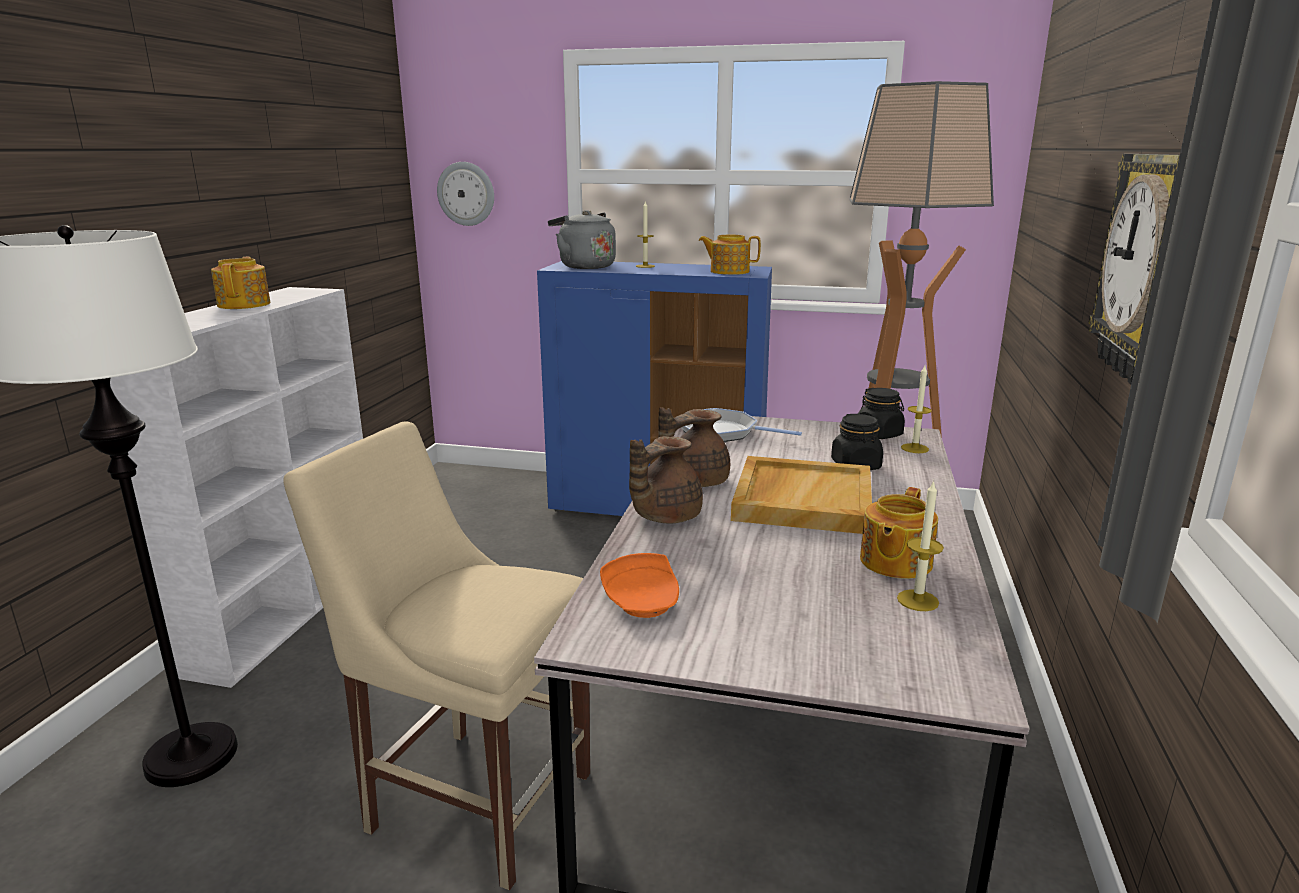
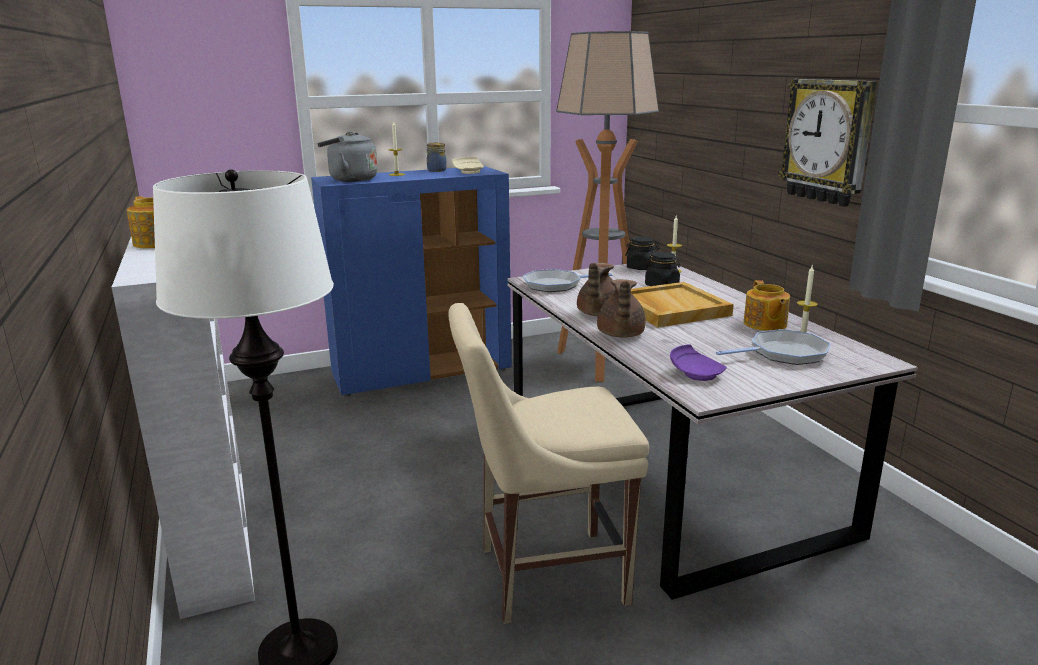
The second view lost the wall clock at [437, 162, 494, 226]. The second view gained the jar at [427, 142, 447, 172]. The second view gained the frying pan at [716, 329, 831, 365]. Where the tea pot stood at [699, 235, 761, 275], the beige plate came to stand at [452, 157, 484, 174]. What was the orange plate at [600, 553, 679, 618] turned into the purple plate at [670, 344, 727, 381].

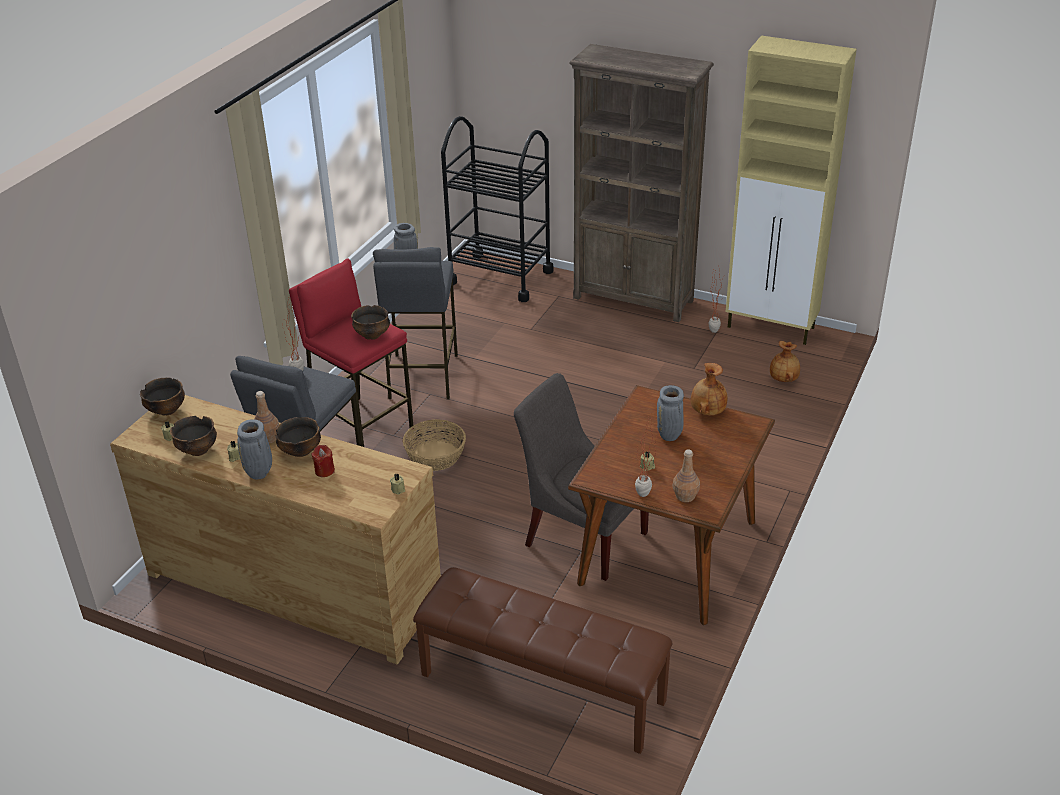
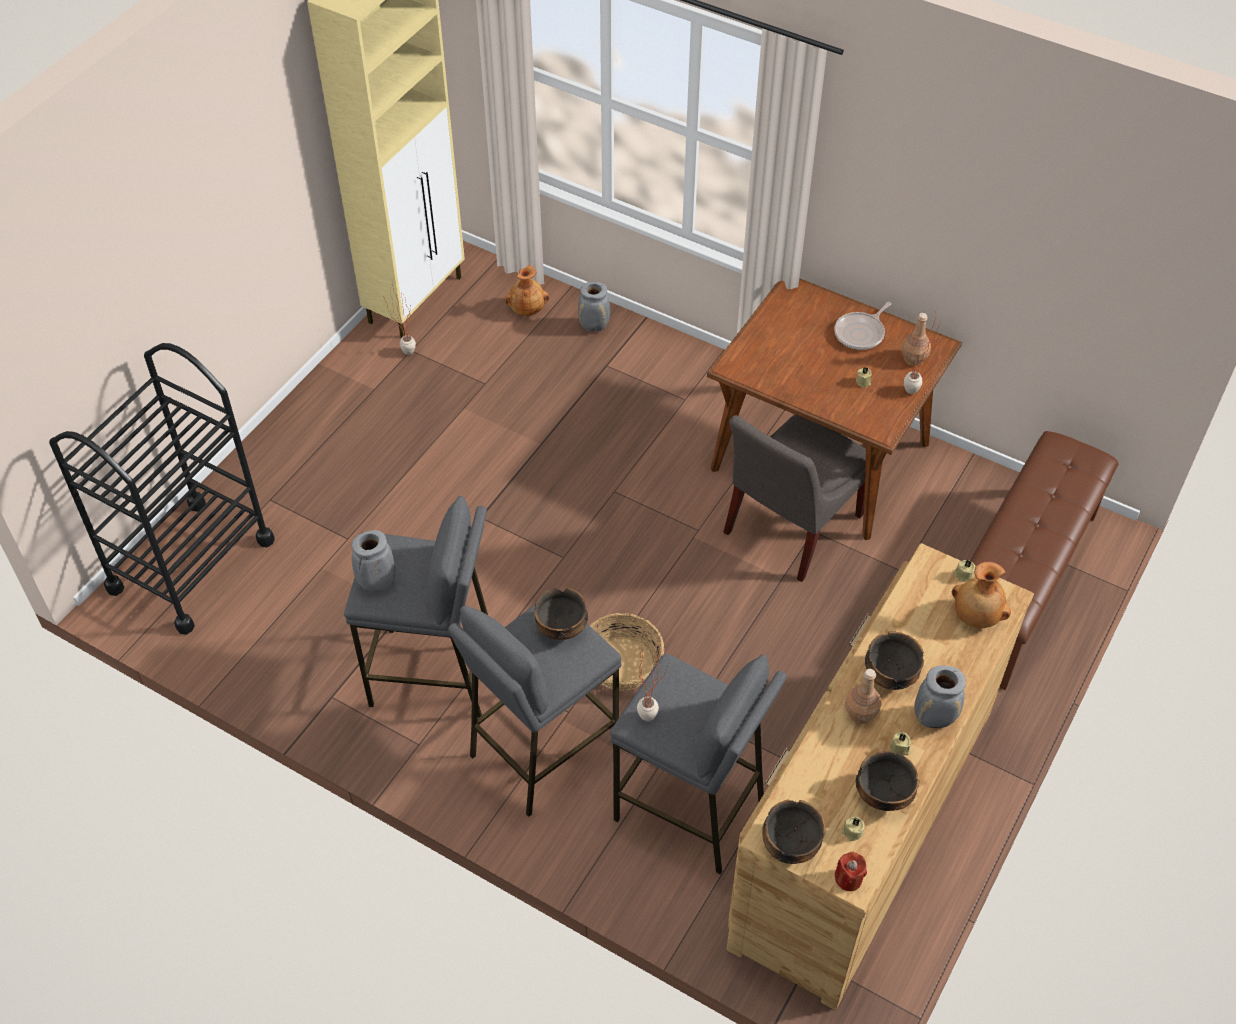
The second view lost the brown-coloured bookcase at [569, 44, 714, 322]. The second view gained the frying pan at [834, 302, 892, 350]. The red wax light ended up elsewhere, having gone from [312, 445, 335, 477] to [835, 852, 867, 891]. The grey decorative vase ended up elsewhere, having gone from [657, 385, 684, 441] to [578, 282, 610, 332]. The brown-coloured decorative vase ended up elsewhere, having gone from [691, 363, 727, 415] to [952, 562, 1011, 628]. What was the red stool seat at [289, 258, 414, 447] turned into the grey stool seat at [448, 605, 622, 817].

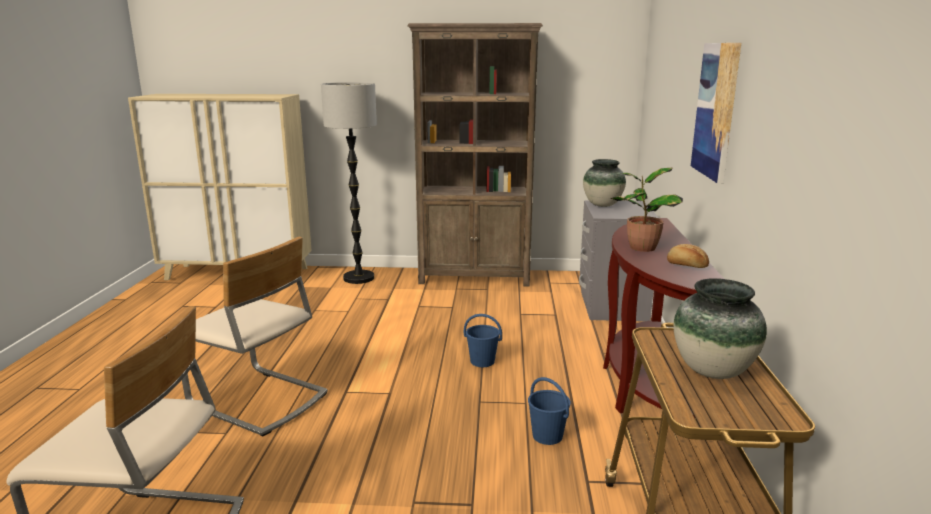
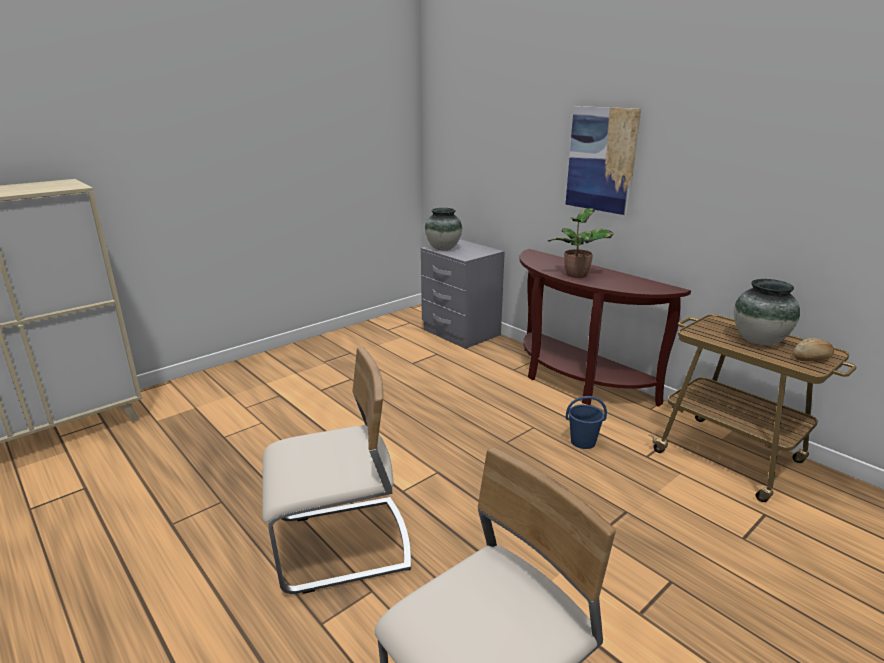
The second view lost the floor lamp at [321, 82, 377, 284]. The second view lost the brown-coloured bookcase at [408, 23, 543, 287]. The second view lost the blue-coloured water bucket at [464, 314, 502, 367]. The bakery bread ended up elsewhere, having gone from [667, 244, 709, 268] to [793, 338, 834, 361].

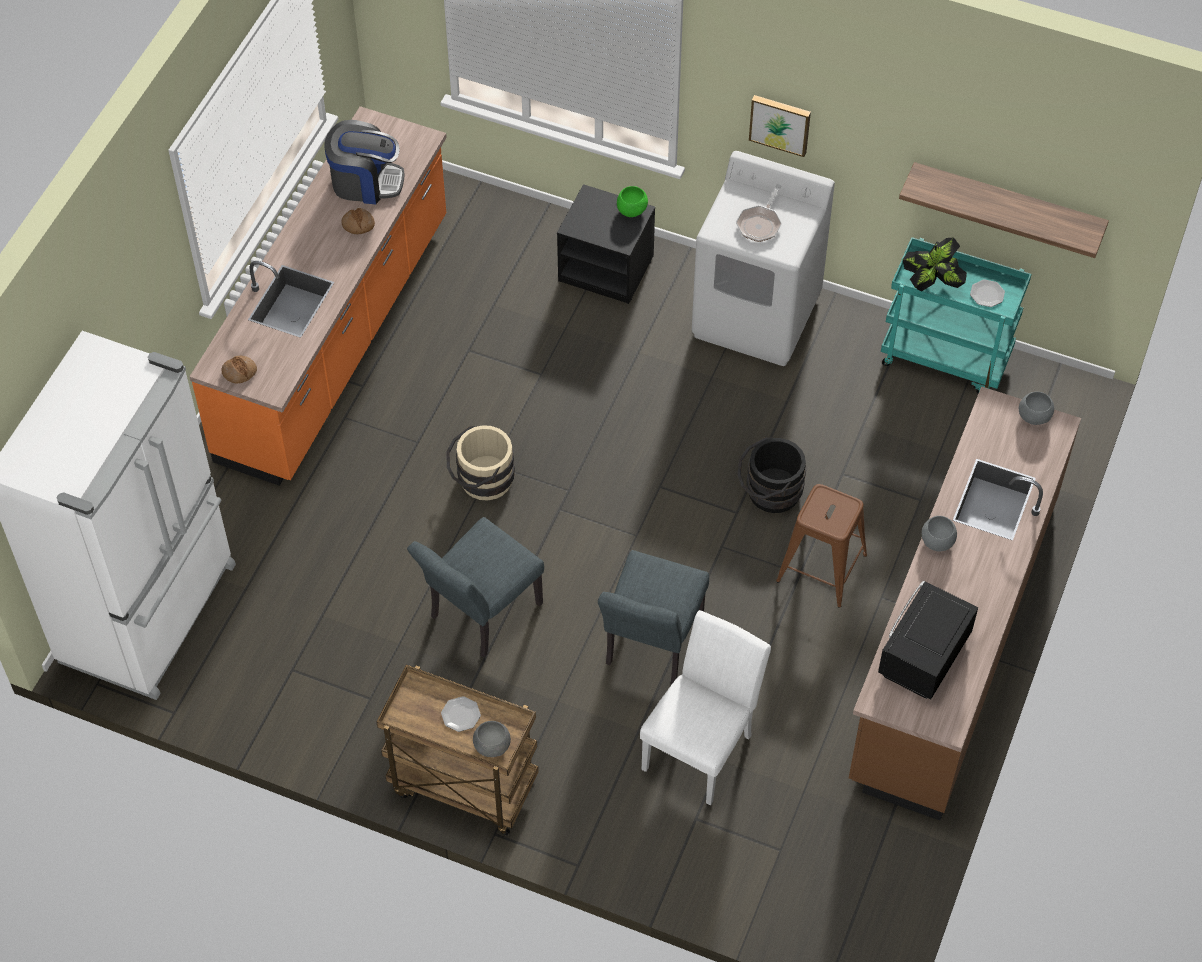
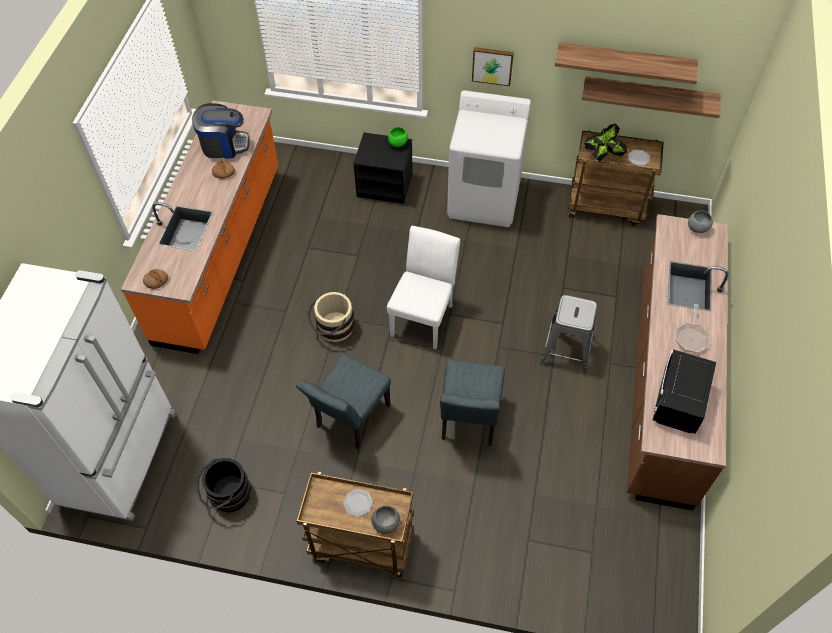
The second view lost the grey deep dish at [922, 516, 957, 551]. The second view gained the shelf at [555, 42, 698, 84]. The white-coloured chair ended up elsewhere, having gone from [640, 610, 771, 806] to [387, 226, 460, 349]. The frying pan ended up elsewhere, having gone from [736, 184, 782, 242] to [675, 304, 710, 353]. The blackish water bucket ended up elsewhere, having gone from [738, 437, 806, 513] to [196, 458, 251, 512]. What was the brown-coloured stool seat at [776, 484, 867, 608] turned into the grey stool seat at [540, 295, 597, 375]. What was the blue-green wheeled cart at [881, 237, 1031, 394] turned into the brown-coloured wheeled cart at [568, 130, 664, 226].

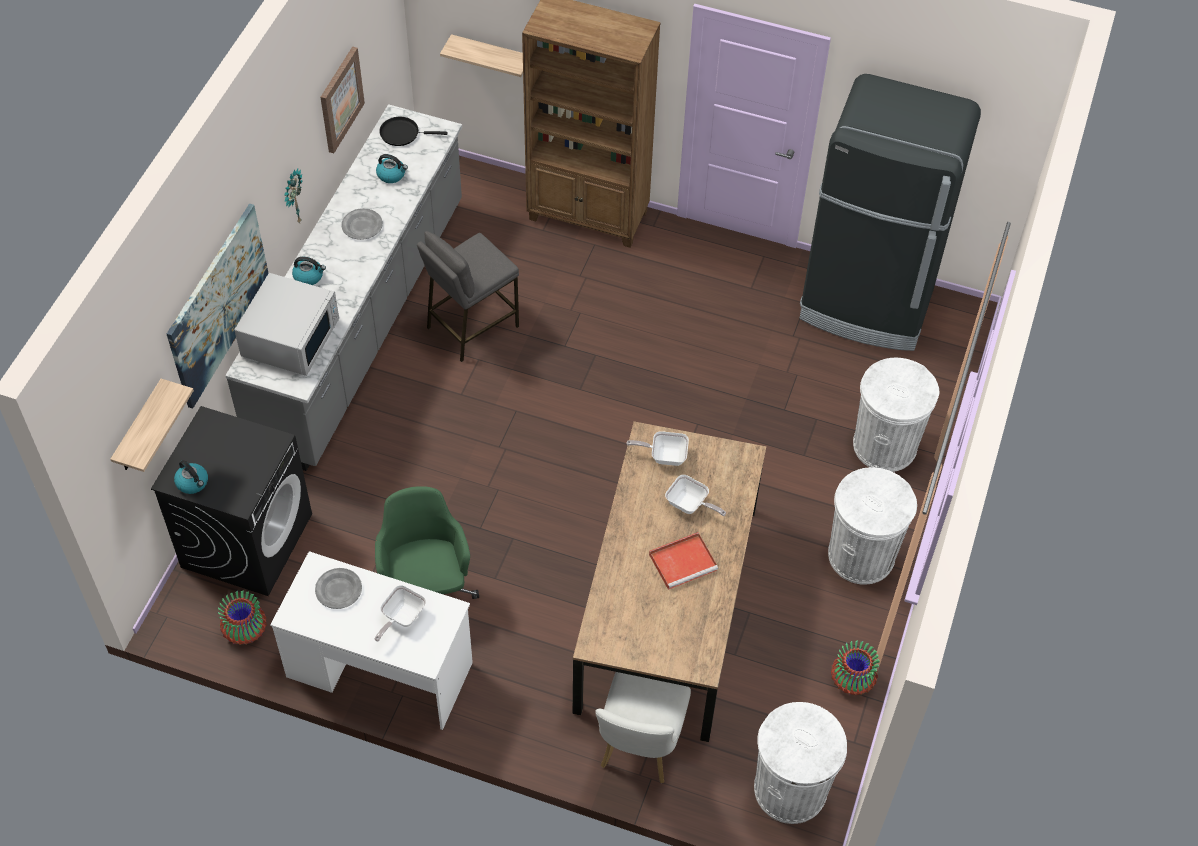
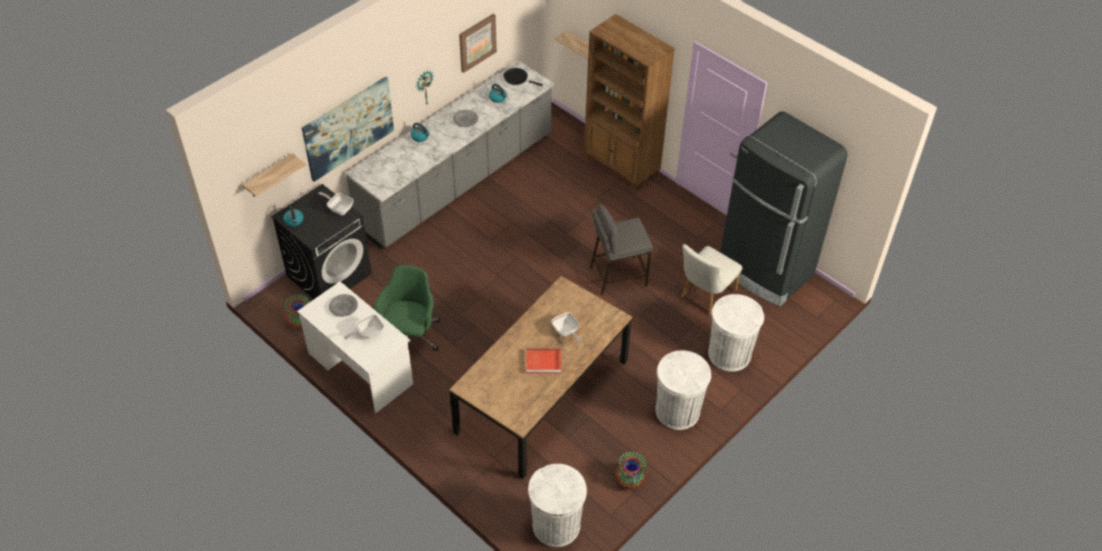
The second view lost the white-coloured kitchen microwave at [234, 273, 339, 376]. The grey stool seat ended up elsewhere, having gone from [417, 231, 519, 362] to [590, 204, 653, 295]. The white-coloured chair ended up elsewhere, having gone from [595, 672, 691, 783] to [681, 244, 743, 315]. The frying pan ended up elsewhere, having gone from [627, 431, 689, 466] to [318, 192, 354, 215].

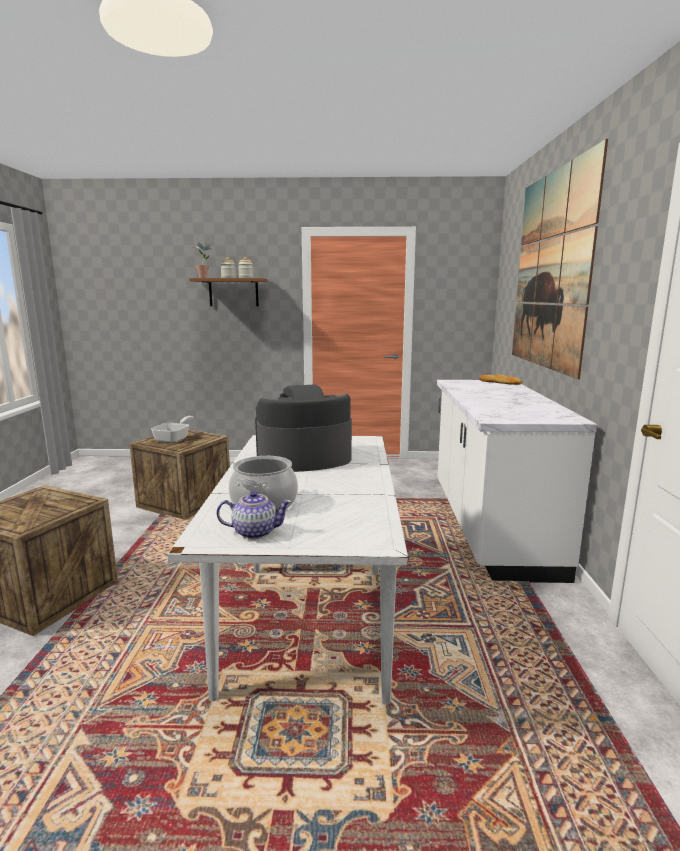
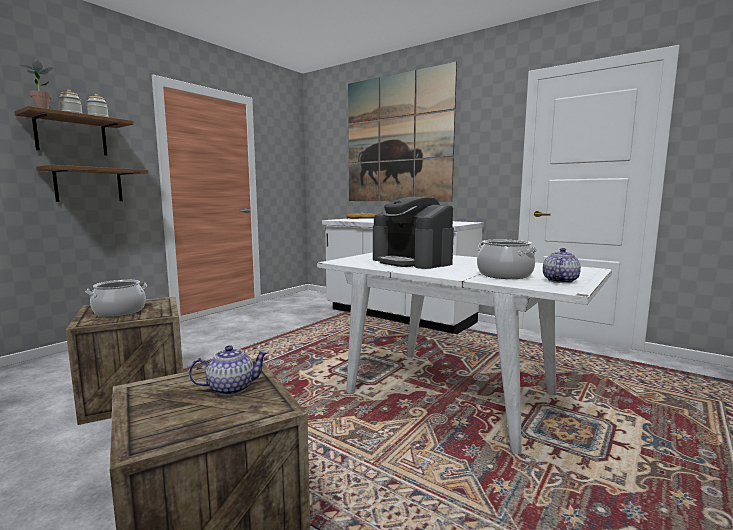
The second view gained the brown-coloured shelf at [36, 165, 148, 202]. The second view gained the tea pot at [189, 345, 269, 396]. Where the frying pan stood at [151, 416, 194, 443], the cooking pot came to stand at [86, 280, 147, 317]. The coffee machine at [255, 385, 352, 472] ended up facing another way, 60 degrees counterclockwise from before.

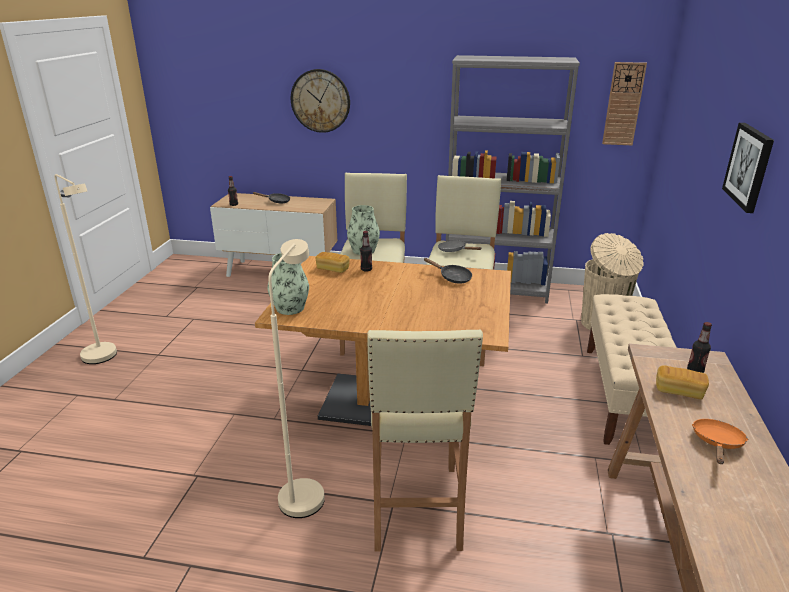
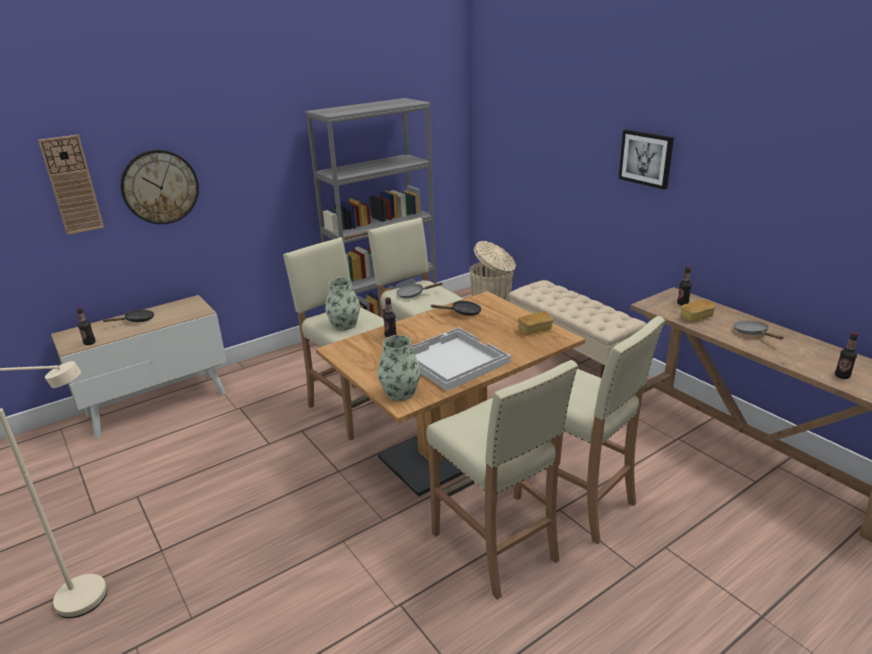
The second view gained the white-coloured tray at [412, 327, 511, 391]. The second view gained the drink bottle at [835, 332, 858, 379]. The bakery bread ended up elsewhere, having gone from [315, 252, 350, 273] to [518, 311, 553, 335]. The wall clock ended up elsewhere, having gone from [602, 62, 647, 145] to [38, 135, 104, 235]. Where the beige floor lamp stood at [269, 239, 325, 518], the beige stool seat came to stand at [426, 360, 578, 600]. What was the orange frying pan at [692, 419, 748, 464] turned into the grey frying pan at [733, 321, 783, 339].

